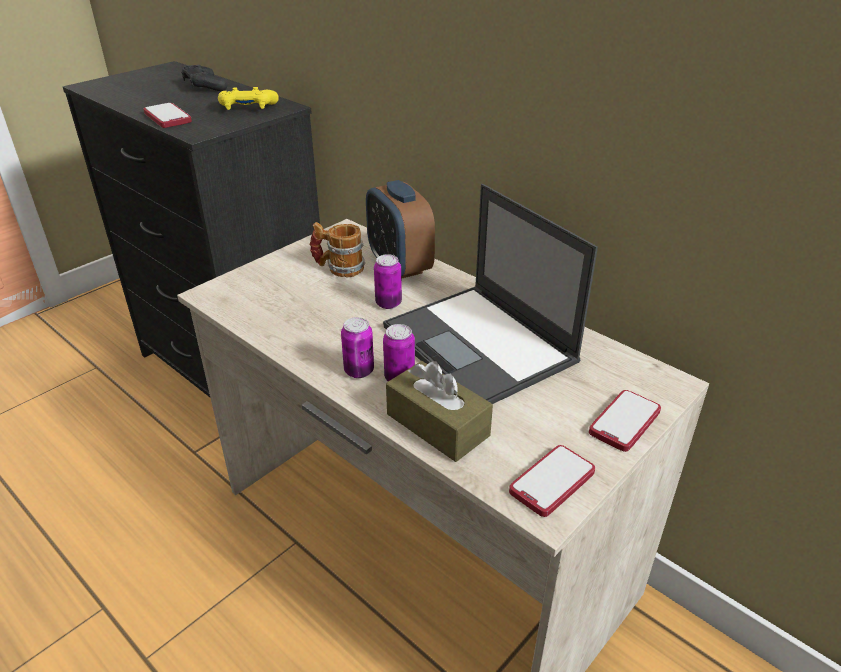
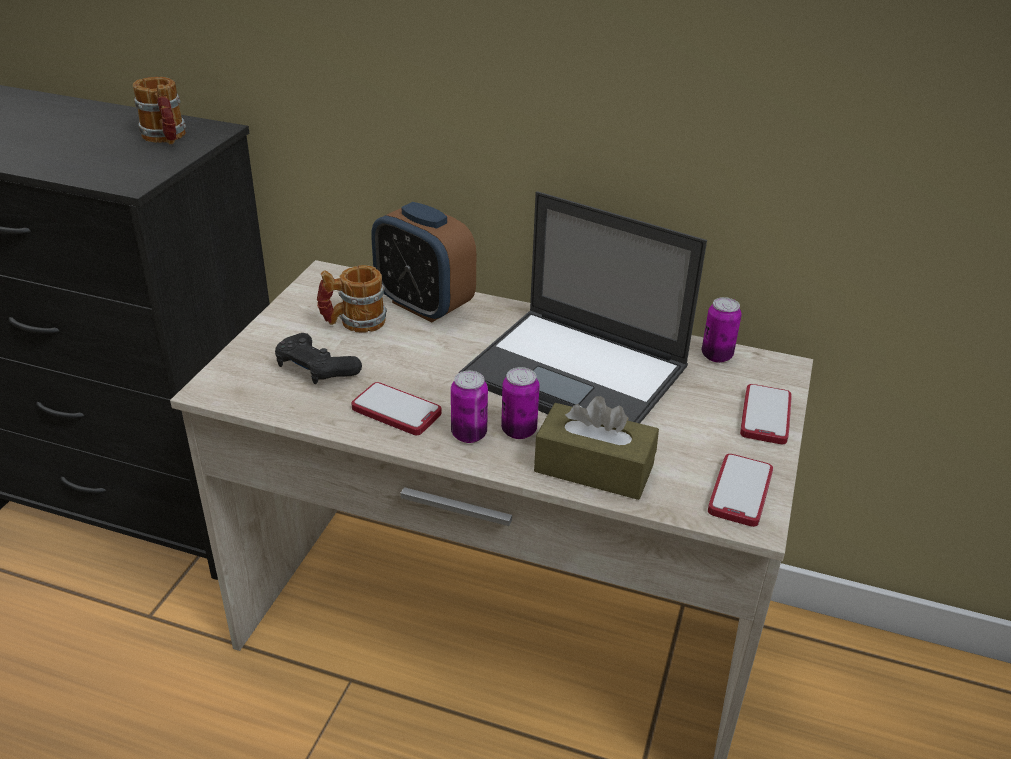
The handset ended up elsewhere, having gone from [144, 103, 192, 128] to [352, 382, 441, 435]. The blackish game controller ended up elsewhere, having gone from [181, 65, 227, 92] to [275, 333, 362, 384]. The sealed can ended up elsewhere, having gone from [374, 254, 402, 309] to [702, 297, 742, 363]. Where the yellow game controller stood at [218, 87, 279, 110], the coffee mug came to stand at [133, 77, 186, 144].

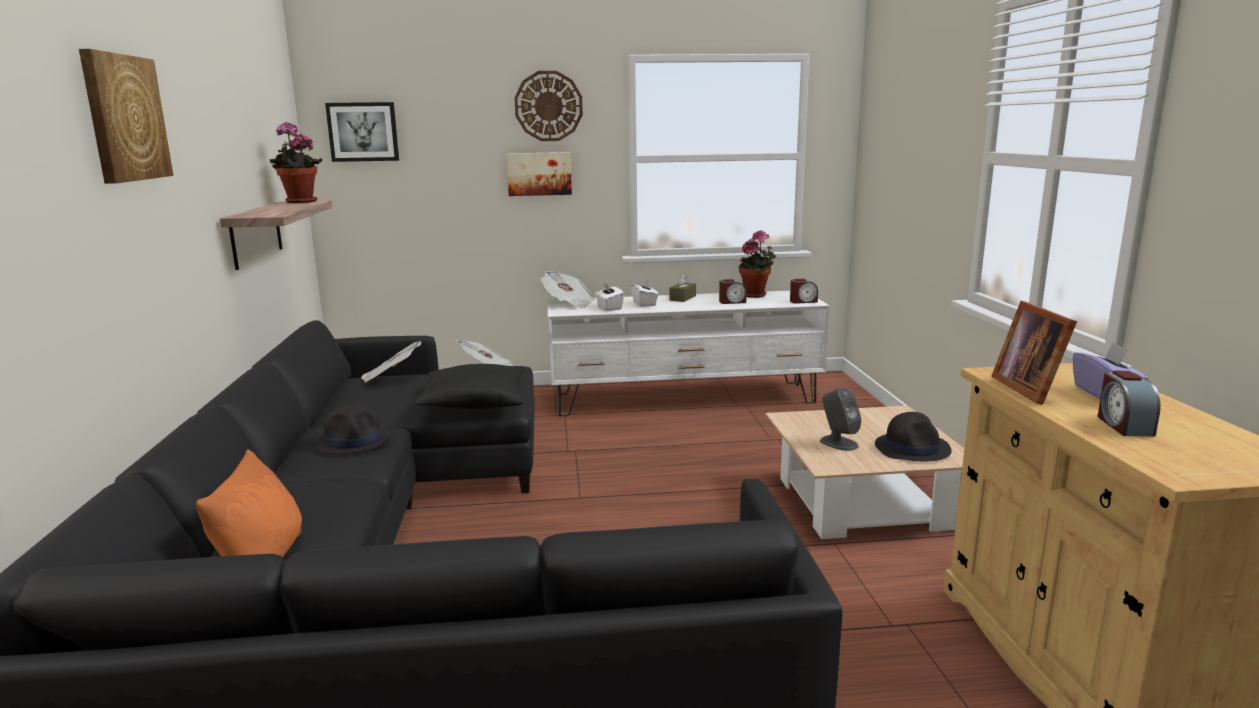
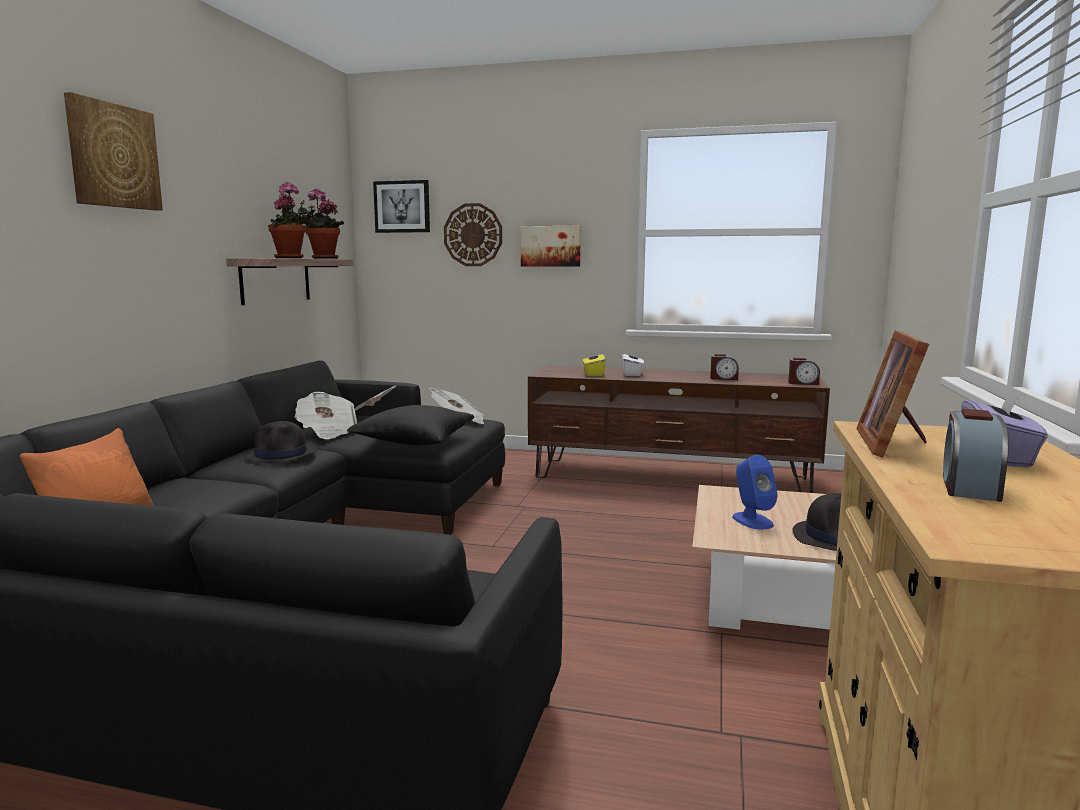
The second view lost the brown-coloured tissue box at [669, 273, 696, 302]. The wall clock ended up elsewhere, having gone from [514, 71, 583, 141] to [444, 203, 502, 266]. The daily paper ended up elsewhere, having gone from [541, 271, 595, 309] to [295, 392, 357, 439]. The plant in a pot ended up elsewhere, having gone from [739, 231, 776, 298] to [268, 182, 310, 258]. What was the white-coloured tv unit at [547, 291, 830, 416] turned into the brown-coloured tv unit at [528, 366, 830, 493]. What was the white-coloured tissue box at [595, 283, 624, 311] turned into the yellow tissue box at [582, 348, 606, 376]. What was the grey speaker at [820, 387, 862, 451] turned into the blue-coloured speaker at [732, 455, 778, 529].

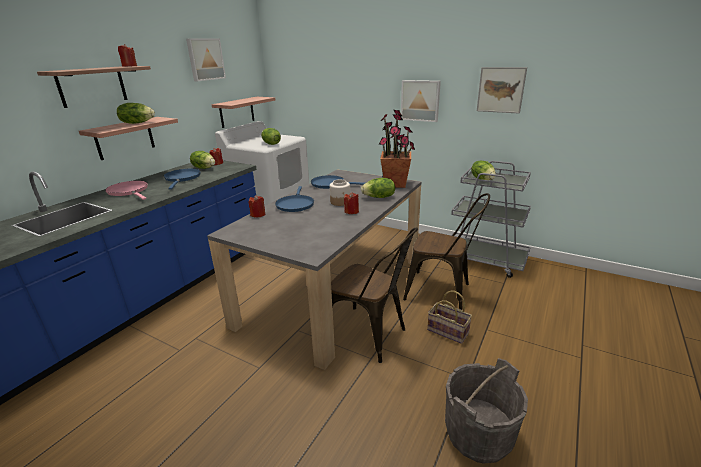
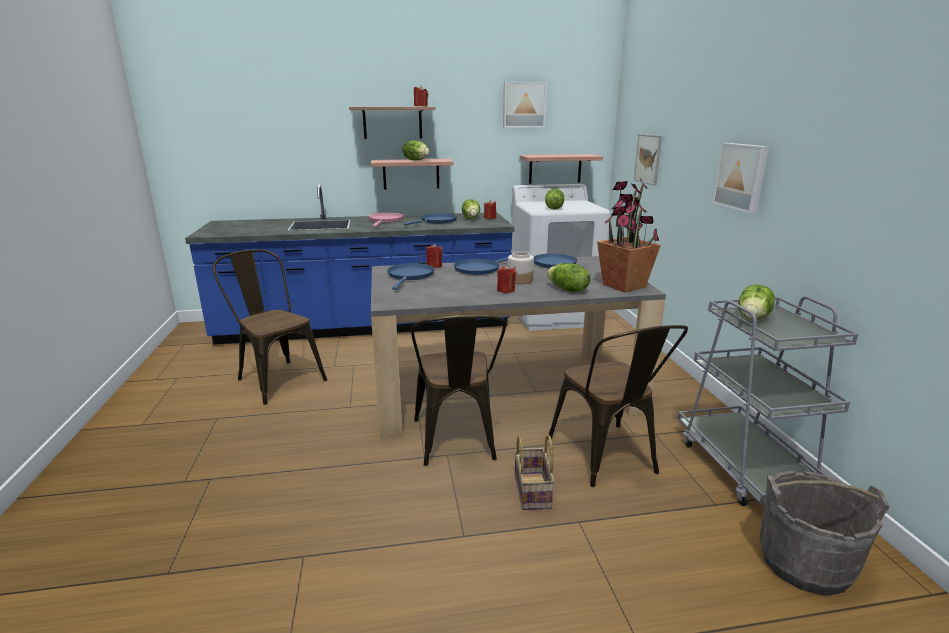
The second view gained the brown-coloured chair at [213, 249, 327, 405]. The second view gained the blue-coloured frying pan at [387, 263, 434, 290]. The grey water bucket ended up elsewhere, having gone from [445, 358, 528, 464] to [759, 470, 890, 596]. The wall art ended up elsewhere, having gone from [477, 67, 527, 114] to [634, 134, 662, 186].

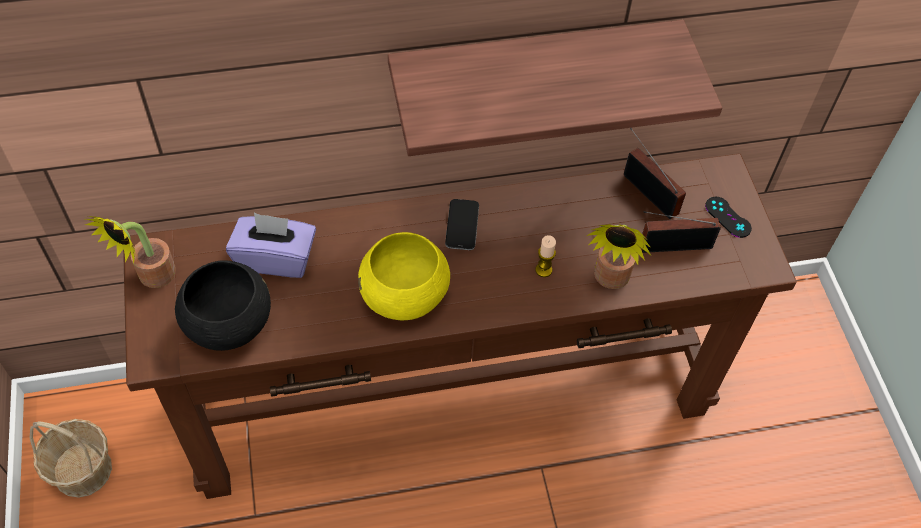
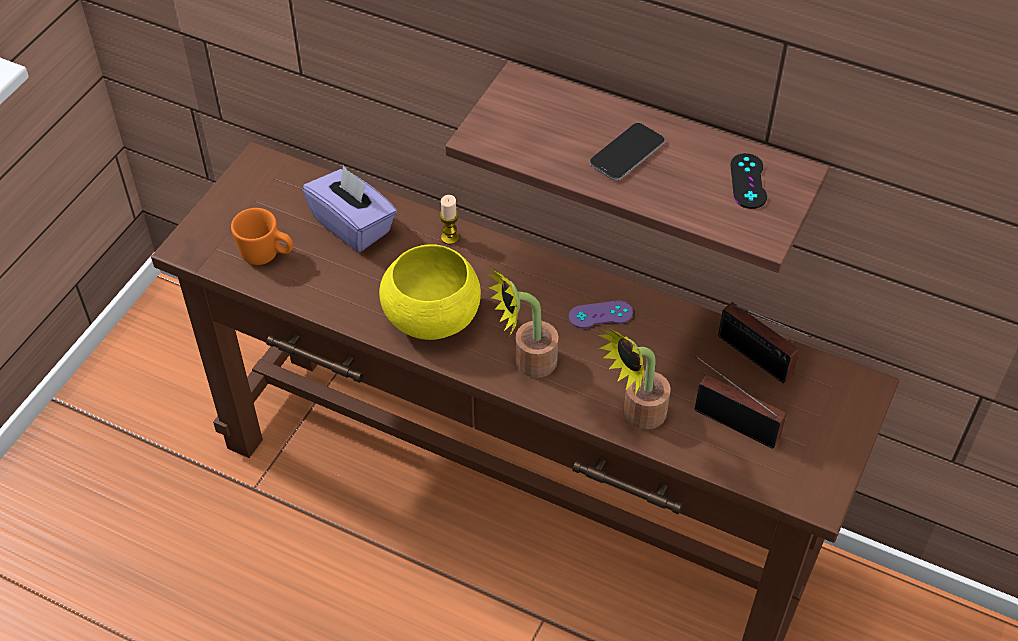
The second view lost the household basket at [30, 419, 112, 498]. The second view gained the purple game controller at [569, 301, 633, 328]. The plant in a pot ended up elsewhere, having gone from [85, 216, 176, 288] to [487, 267, 559, 378]. The handset ended up elsewhere, having gone from [445, 199, 479, 250] to [590, 123, 665, 180]. The wax light ended up elsewhere, having gone from [535, 235, 556, 277] to [440, 195, 459, 245]. The blackish game controller ended up elsewhere, having gone from [705, 197, 752, 238] to [730, 153, 767, 209]. Where the blackish deep dish stood at [175, 260, 271, 351], the orange coffee mug came to stand at [231, 208, 293, 265]. The radio receiver at [624, 128, 686, 219] ended up facing another way, 135 degrees clockwise from before.

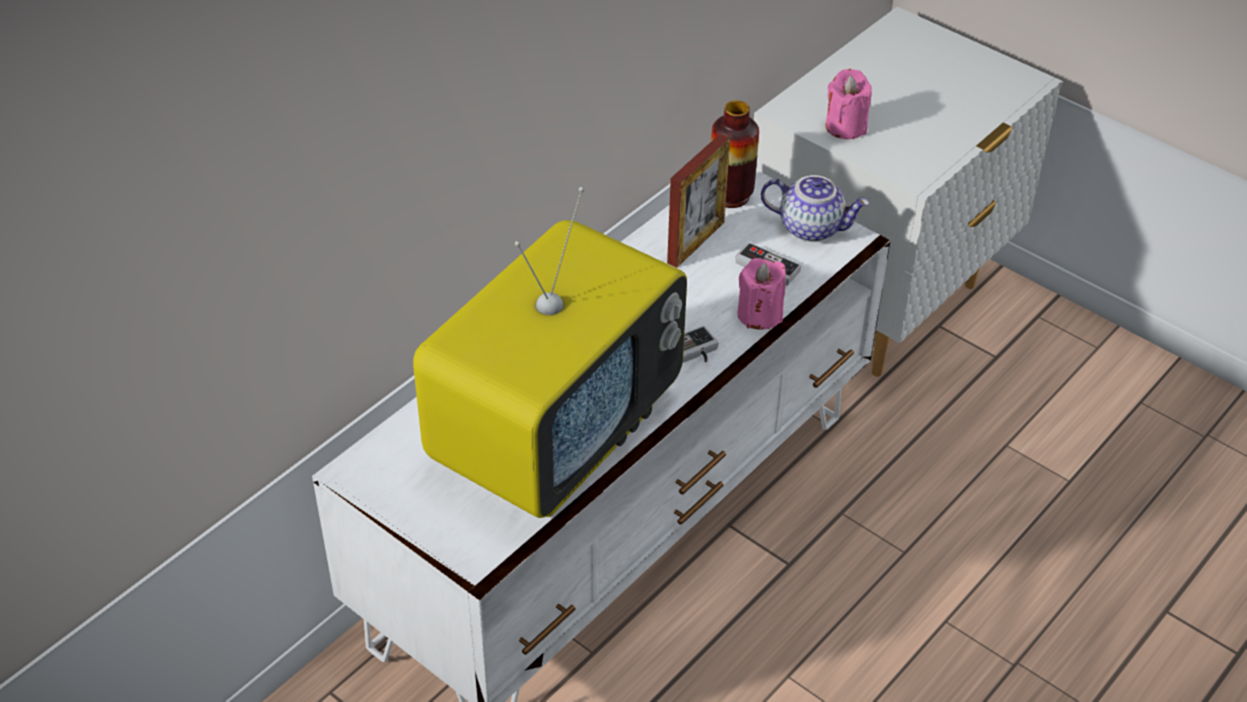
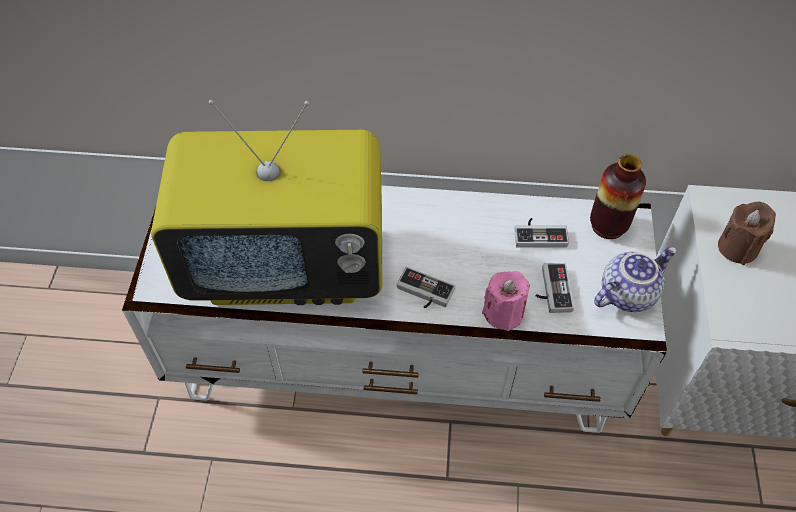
Where the picture frame stood at [667, 134, 730, 268], the game controller came to stand at [514, 218, 569, 248]. What was the pink-coloured wax light at [826, 69, 872, 139] turned into the brown-coloured wax light at [718, 202, 776, 265]. The tea pot at [761, 175, 870, 242] ended up facing another way, 105 degrees counterclockwise from before.

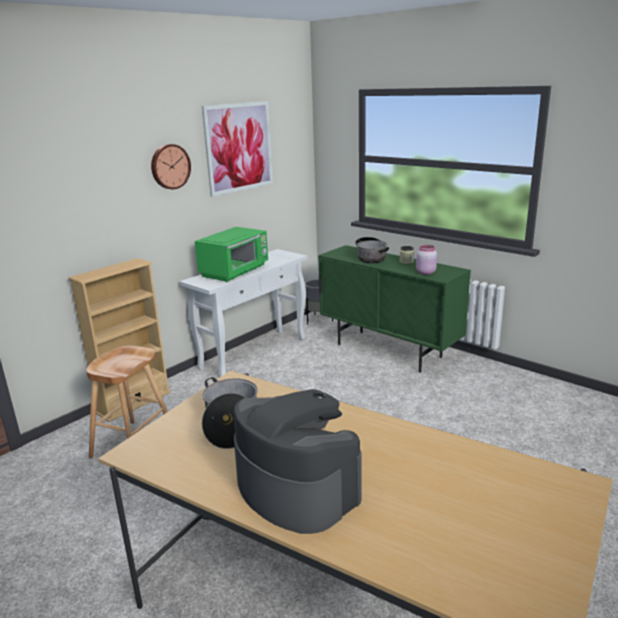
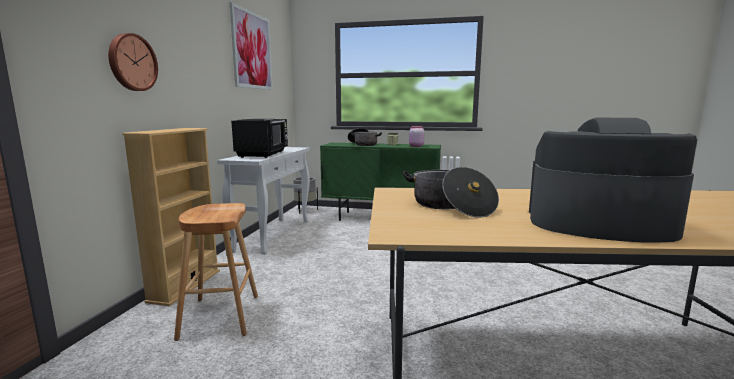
The wall clock ended up elsewhere, having gone from [151, 144, 191, 189] to [108, 33, 158, 91]. What was the greenish kitchen microwave at [195, 227, 268, 282] turned into the blackish kitchen microwave at [231, 119, 288, 158].

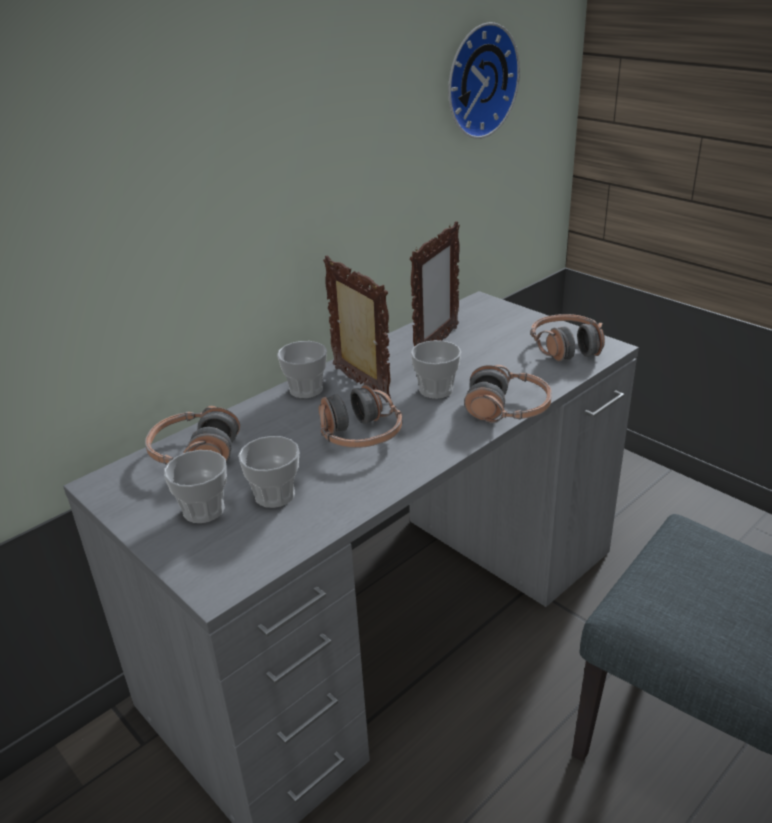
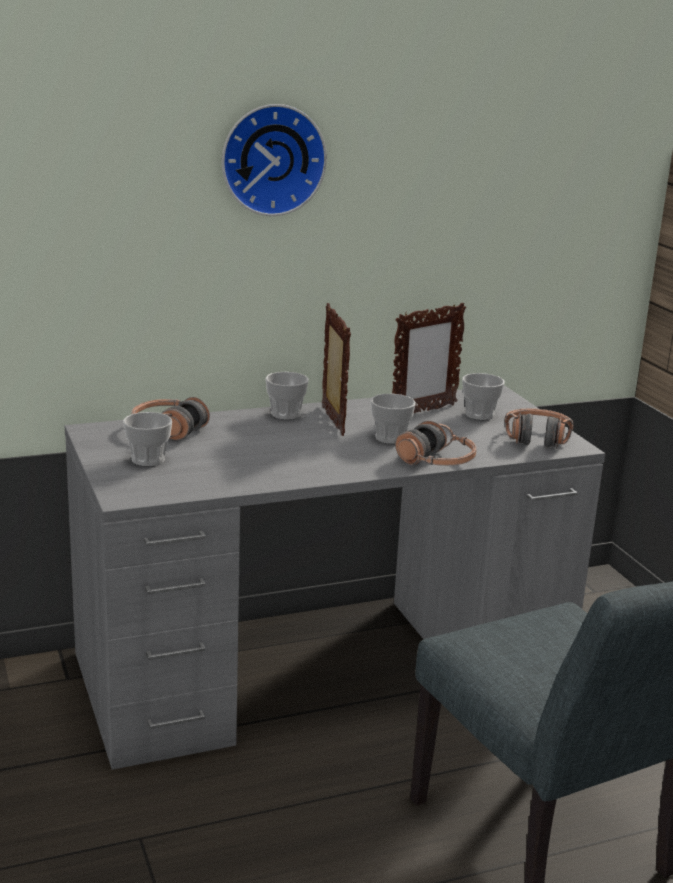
The second view lost the headset at [318, 385, 402, 448]. The cup ended up elsewhere, having gone from [238, 436, 299, 508] to [462, 373, 505, 420]. The wall clock ended up elsewhere, having gone from [448, 22, 520, 139] to [222, 104, 327, 216].

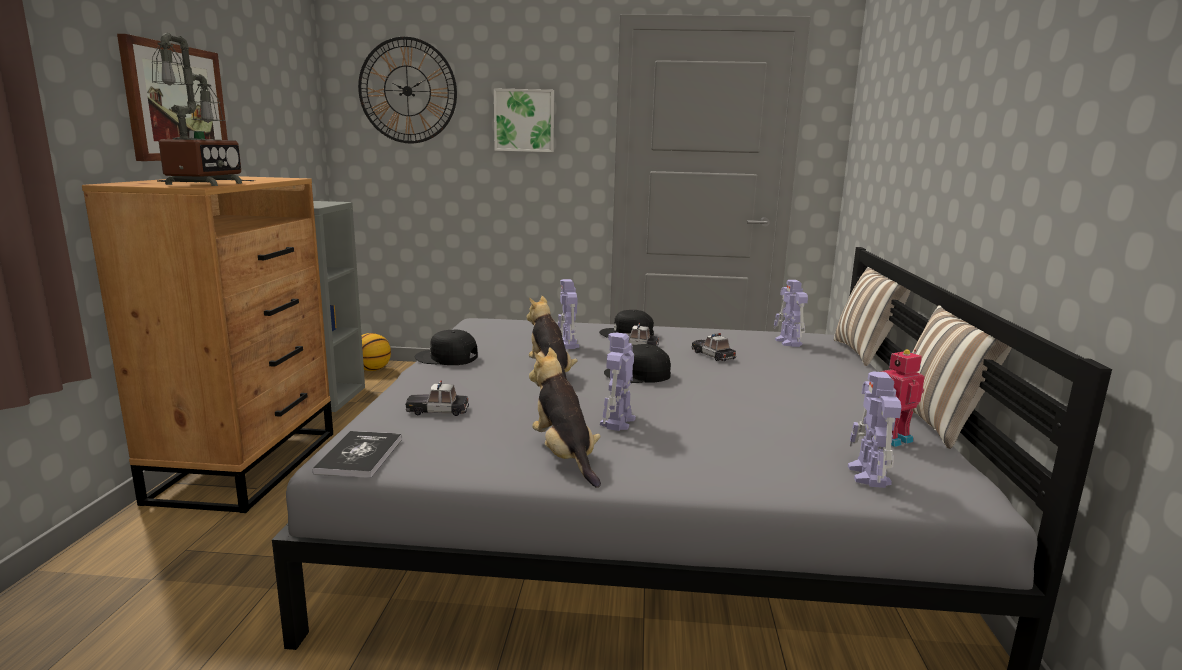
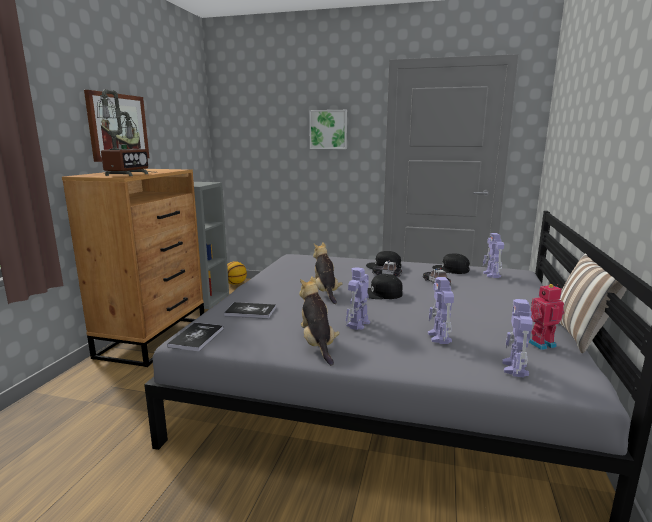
The second view lost the wall clock at [358, 37, 457, 143]. The second view lost the throw pillow at [834, 267, 910, 366]. The blackish cap ended up elsewhere, having gone from [415, 330, 478, 365] to [432, 254, 470, 274]. The toy robot ended up elsewhere, having gone from [558, 279, 579, 349] to [428, 277, 454, 344]. Where the toy car stood at [405, 380, 469, 416], the book came to stand at [224, 302, 276, 319].

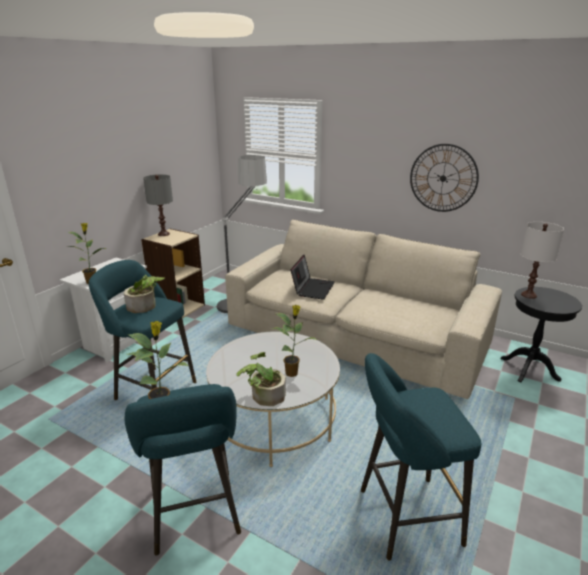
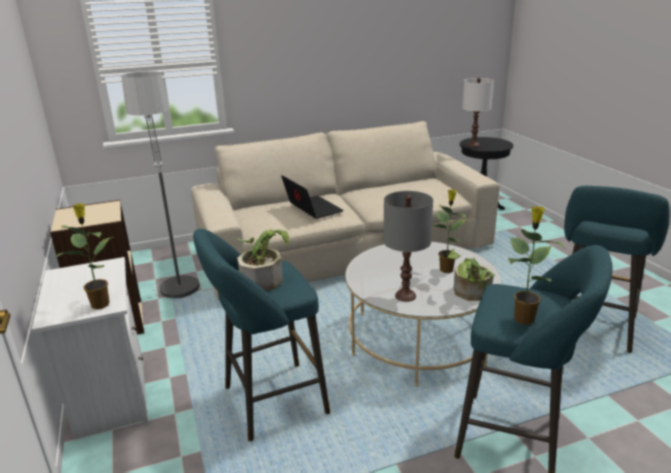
The second view lost the wall clock at [410, 144, 479, 212]. The grey lamp for a table ended up elsewhere, having gone from [143, 174, 173, 236] to [383, 191, 433, 302].

